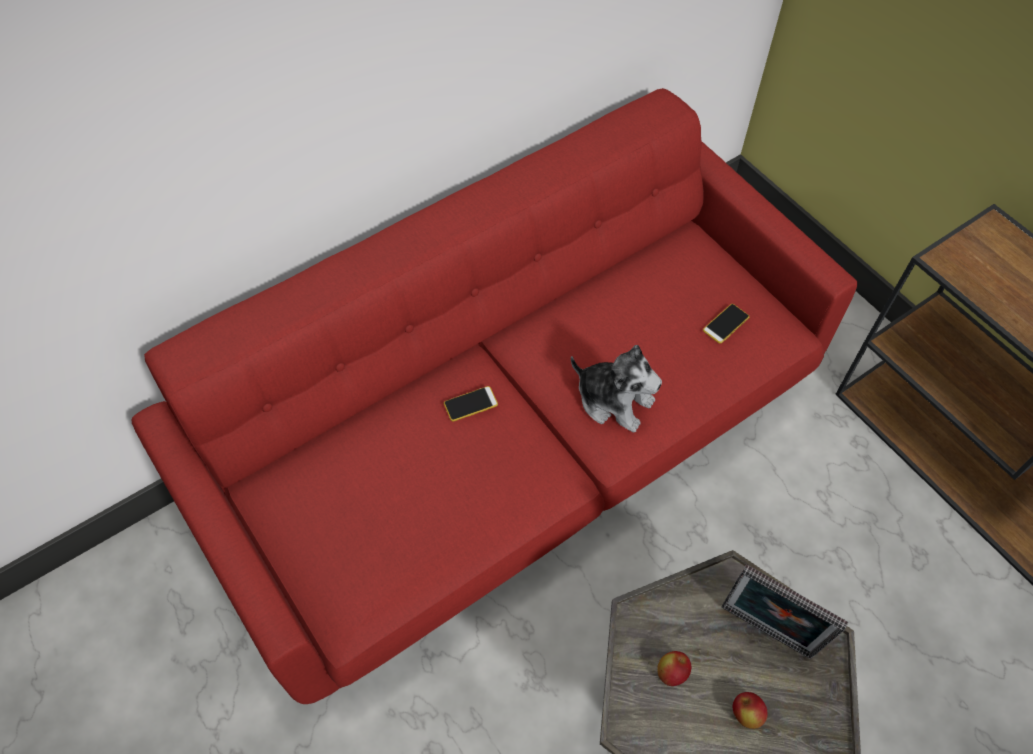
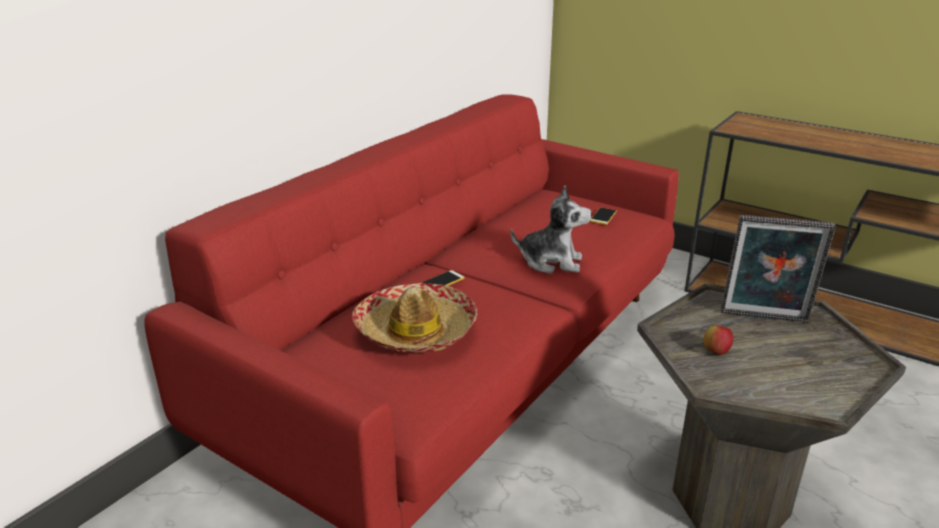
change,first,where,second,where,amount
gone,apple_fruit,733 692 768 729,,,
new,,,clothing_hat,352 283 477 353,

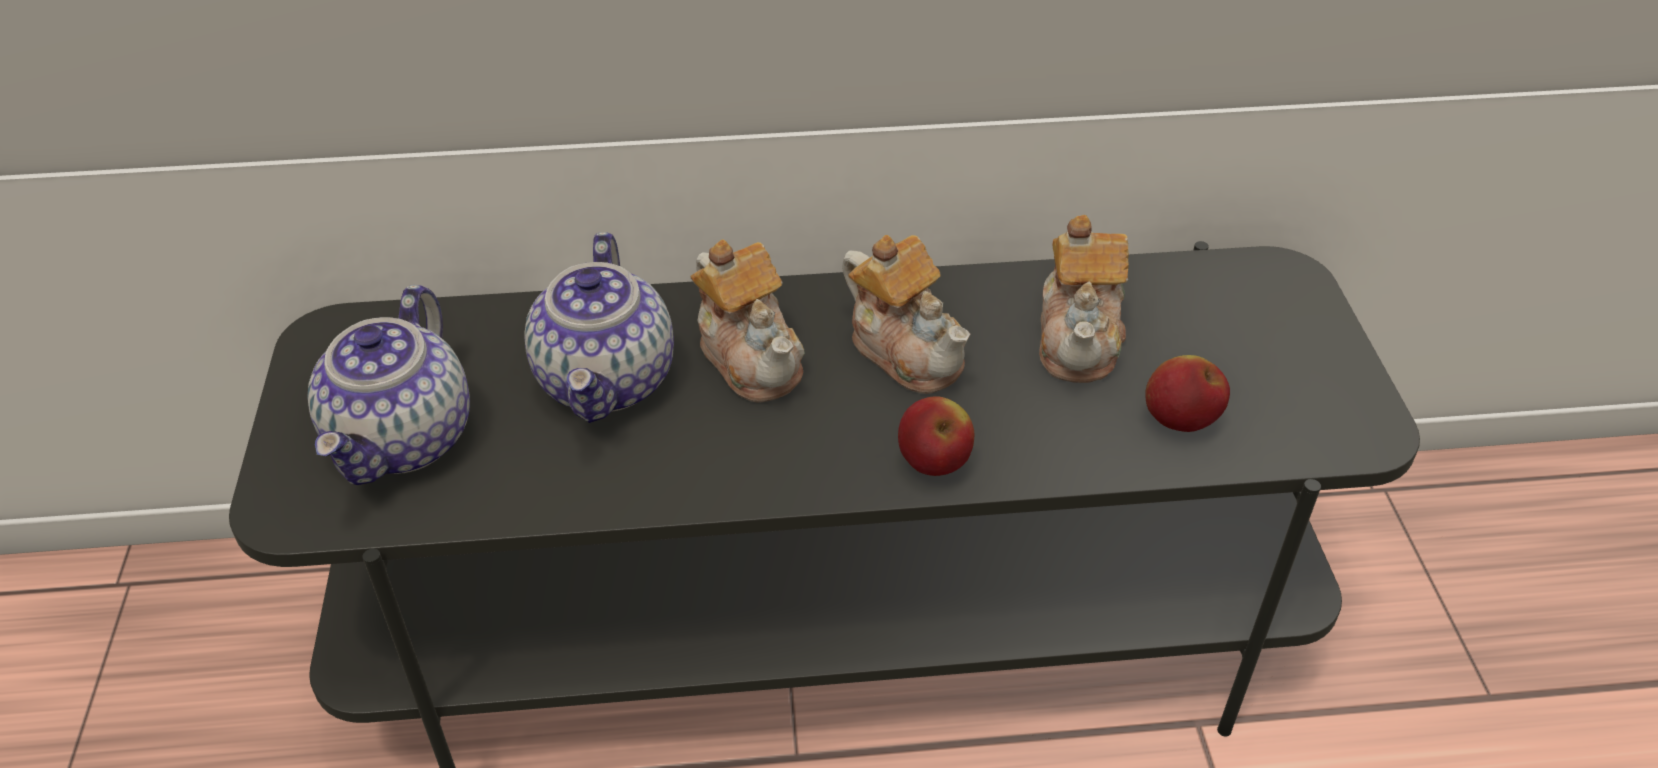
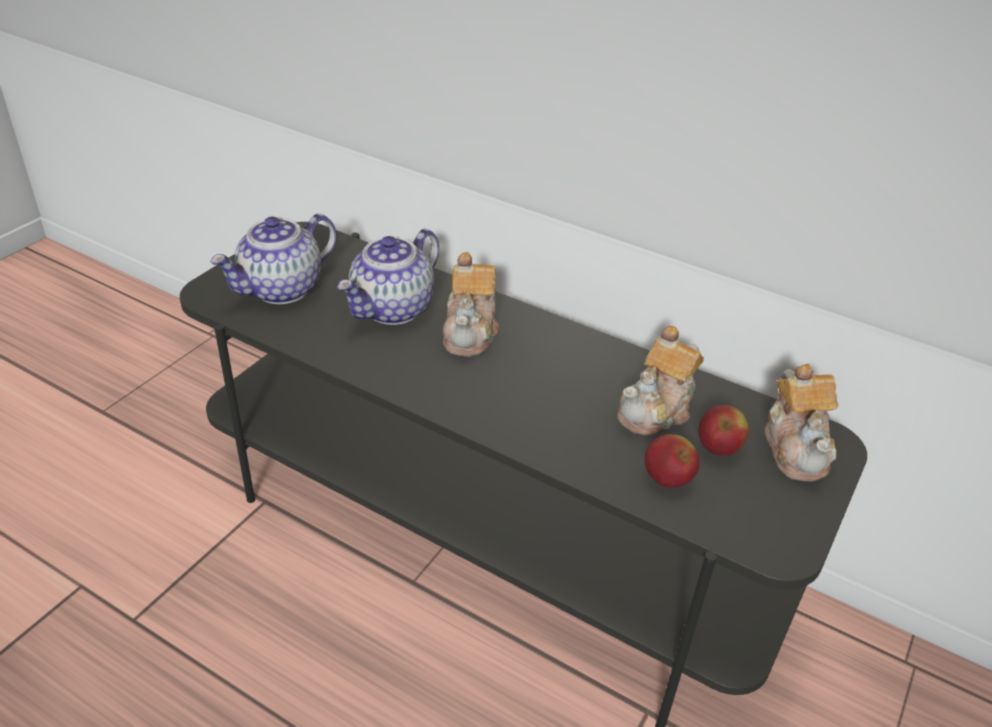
change,first,where,second,where,amount
shifted,tea_pot,842 235 970 394,,764 363 838 481,
shifted,apple_fruit,898 397 974 476,,698 405 749 456,

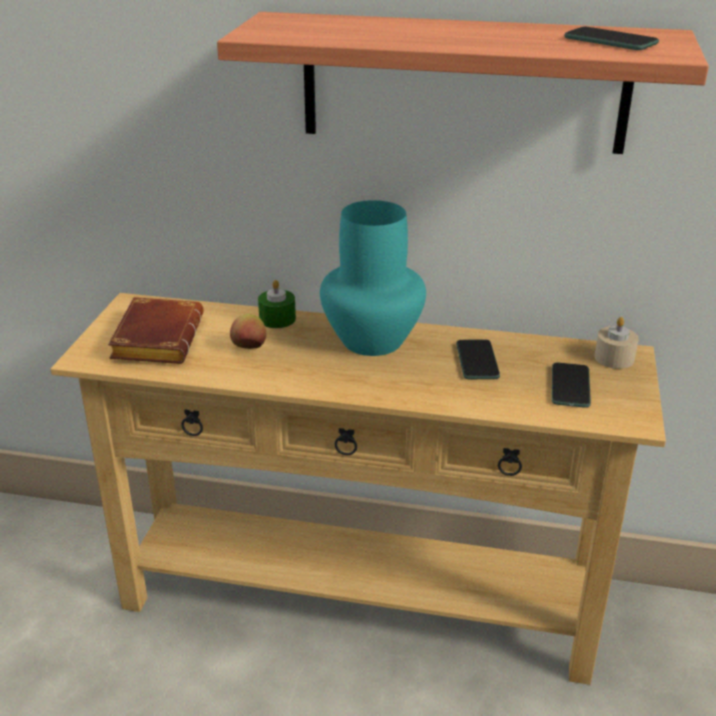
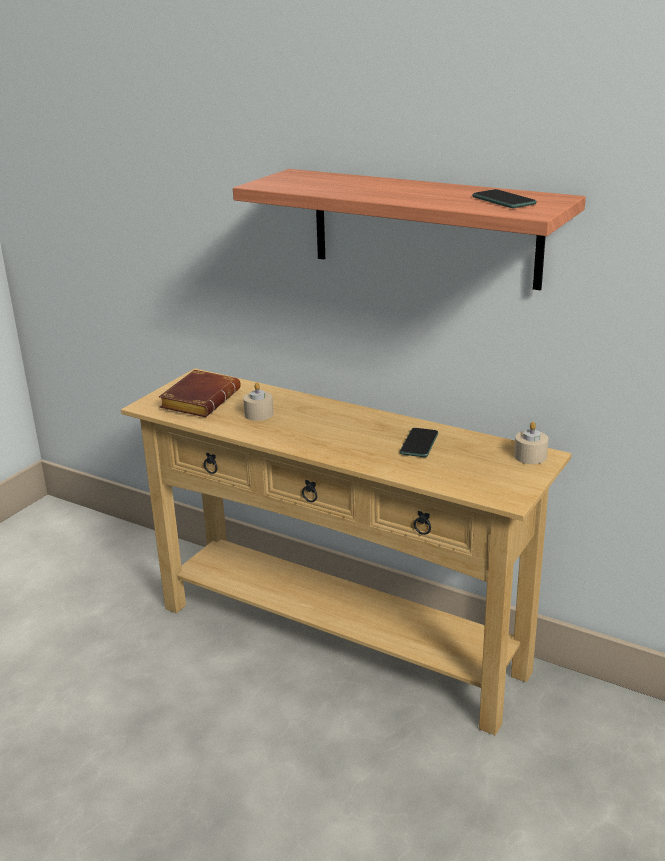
change,first,where,second,where,amount
swapped,apple_fruit,230 314 266 349,beige_wax_candle,243 382 273 421,
gone,green-coloured_wax_candle,258 280 296 328,,,
gone,turquoise-coloured_decorative_vase,320 200 426 356,,,
gone,phone,552 362 591 408,,,

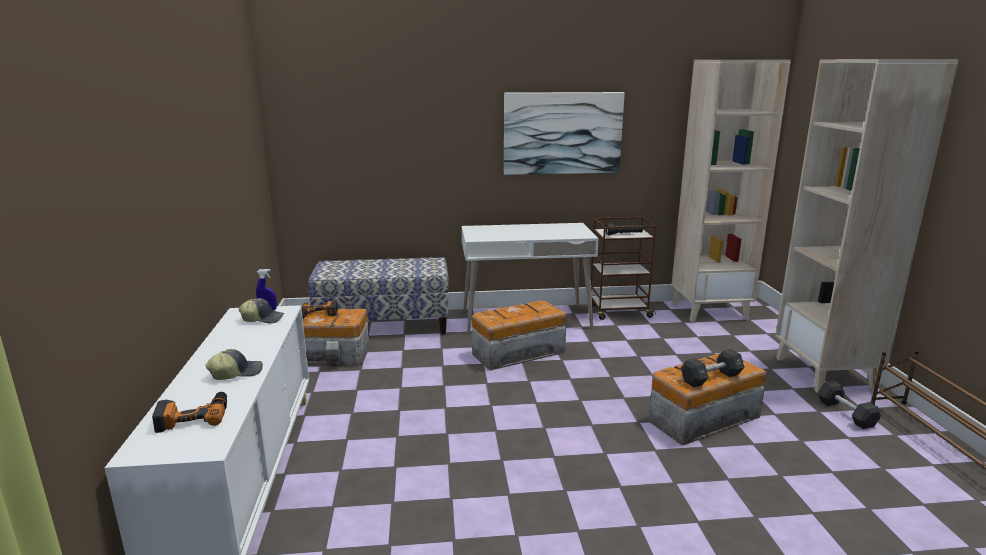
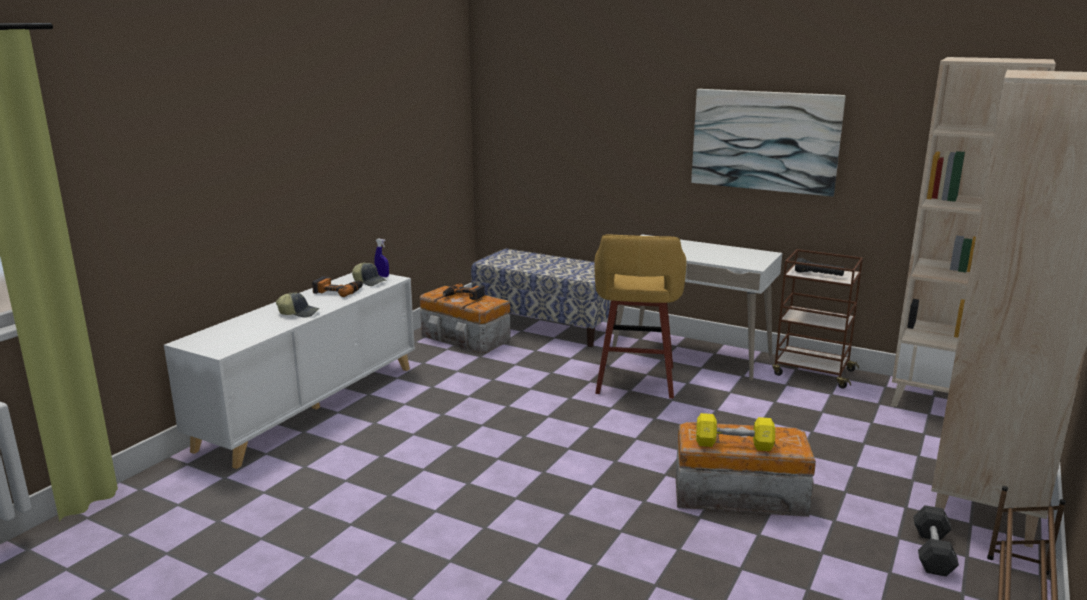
change,first,where,second,where,amount
shifted,drill,152 392 227 433,,312 276 363 297,
swapped,storage_box,472 301 567 371,yellow_stool,594 234 687 399,
repainted,blackish_hand_weight,681 349 745 388,yellow_hand_weight,696 413 775 451,

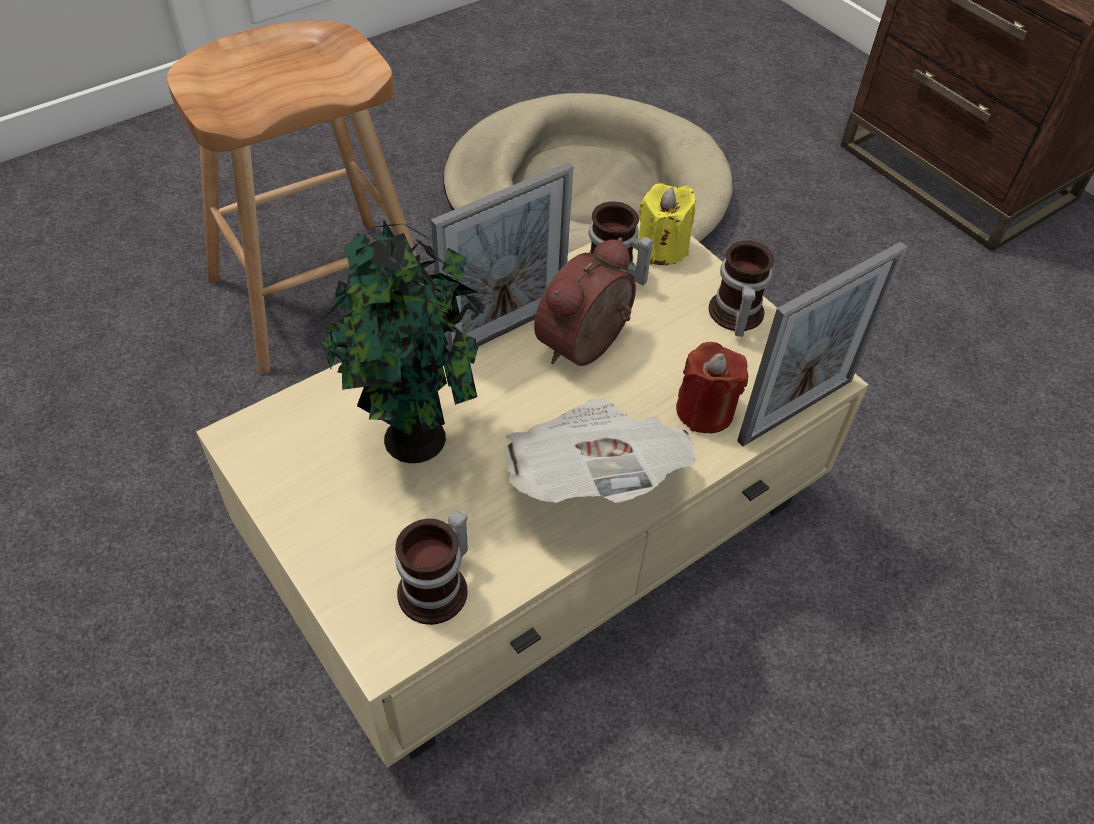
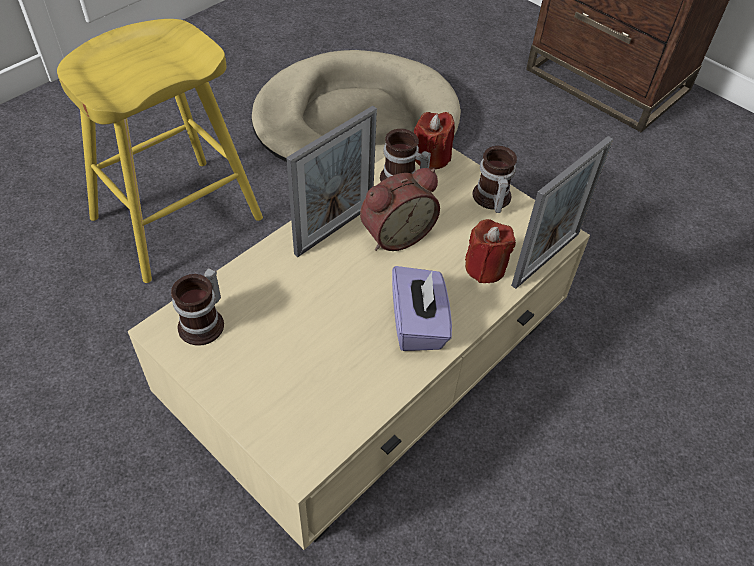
change,first,where,second,where,amount
repainted,brown-coloured_stool,167 20 425 374,yellow_stool,57 19 263 283,
gone,plant_in_a_pot,320 220 486 463,,,
shifted,coffee_mug,395 510 468 625,,171 268 224 346,
swapped,printed_paper,504 399 697 503,purple-coloured_box_of_tissues,392 266 452 351,
rotated,table_clock,534 237 636 366,,360 168 440 251,150 degrees counterclockwise
repainted,yellow_wax_candle,638 183 696 265,reddish_wax_candle,414 112 455 169,

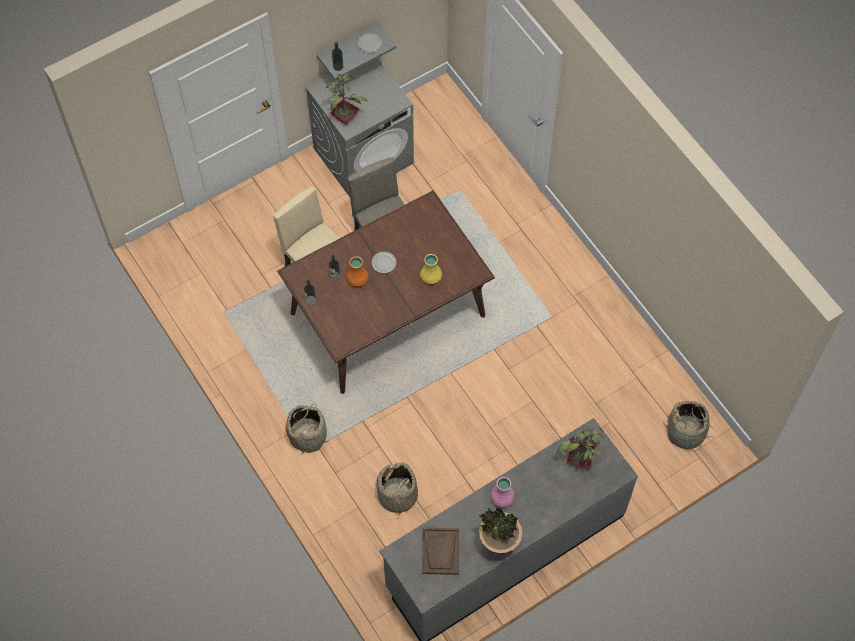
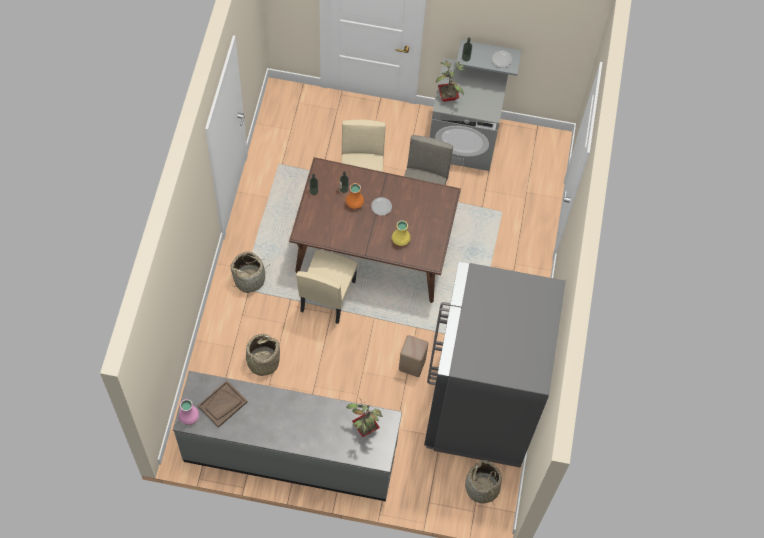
change,first,where,second,where,amount
gone,plant_in_a_pot,479 505 522 553,,,
shifted,pink_decorative_vase,490 477 515 507,,179 399 199 425,
new,,,beige_chair,296 250 358 324,
new,,,beige_stool,399 335 428 377,
new,,,greyish_kitchen_fridge,424 261 566 467,

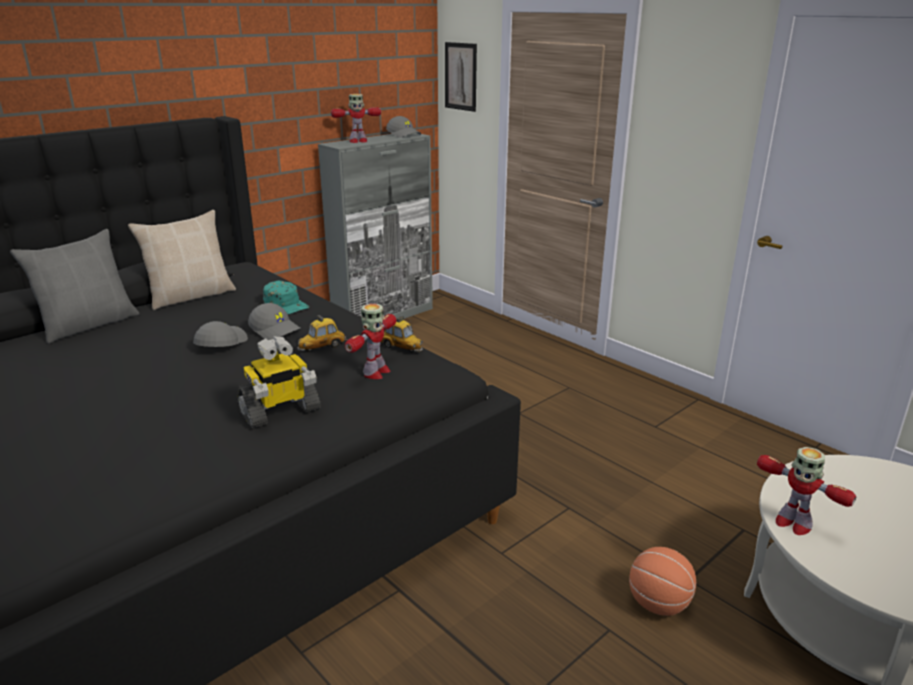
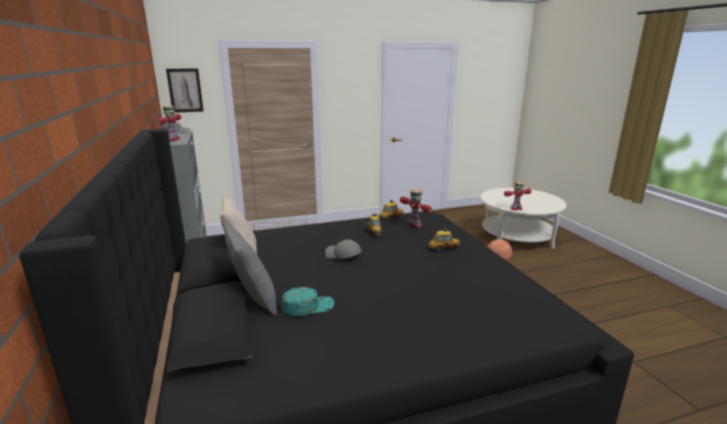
change,first,where,second,where,amount
swapped,robot_figure,237 336 321 428,model_car,428 228 460 251,
gone,greyish_peaked_cap,248 303 301 340,,,
shifted,turquoise-coloured_peaked_cap,263 281 309 314,,282 287 334 316,

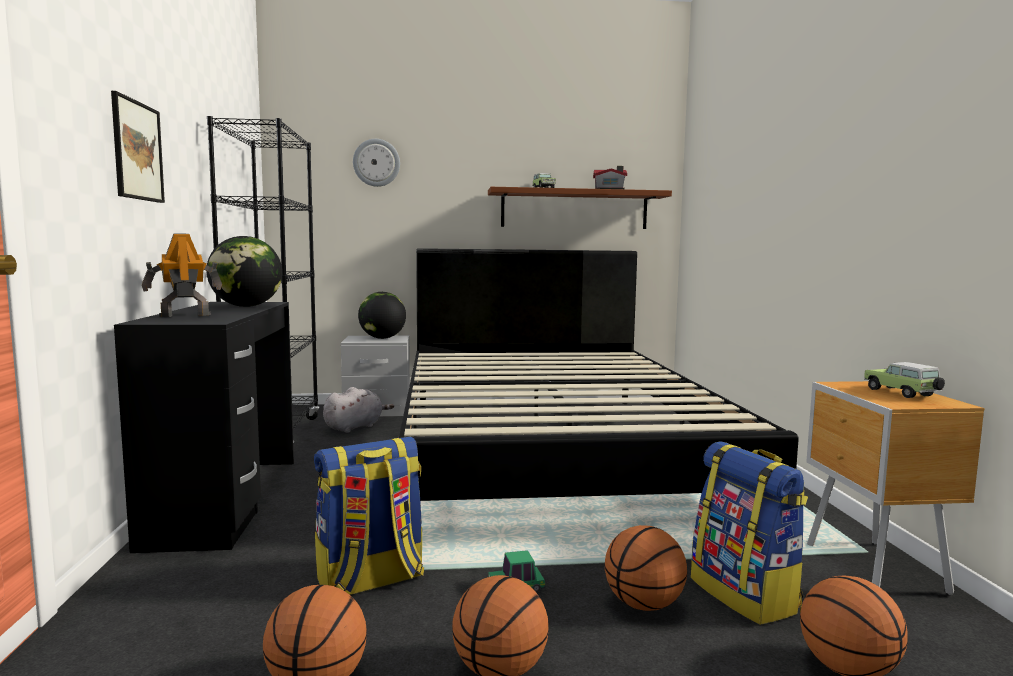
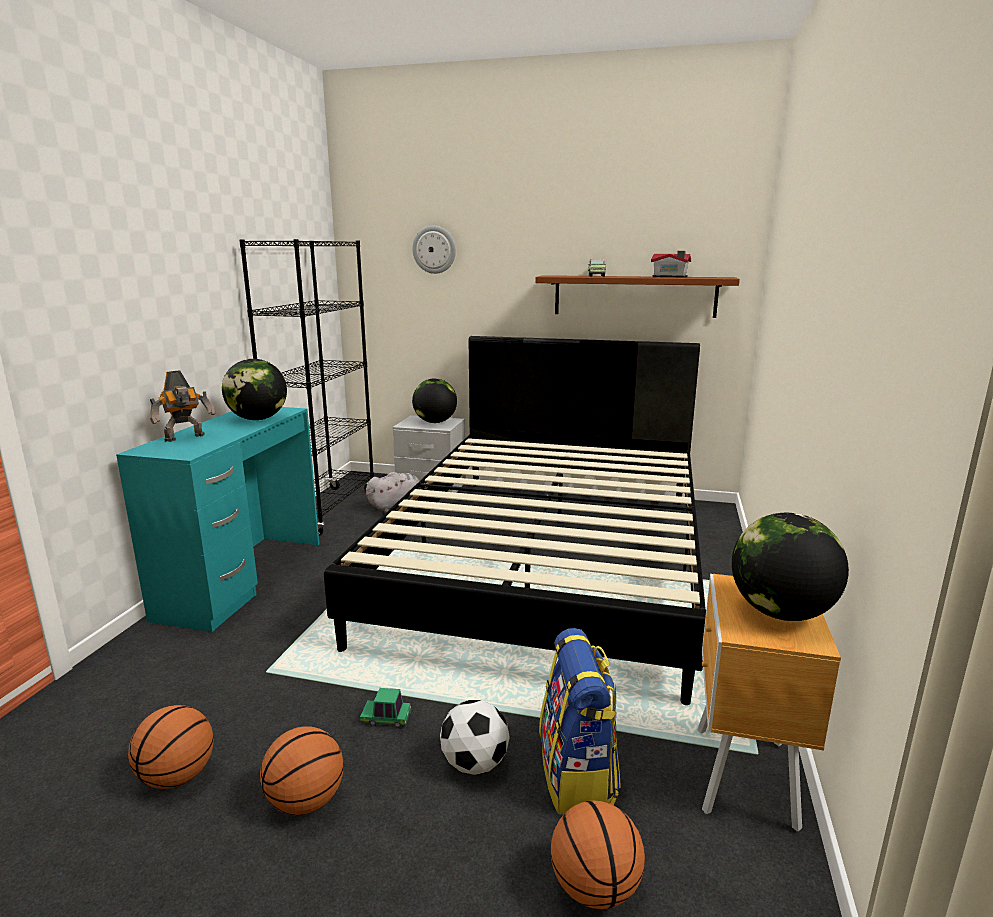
change,first,where,second,where,amount
gone,wall_art,111 91 165 203,,,
repainted,blackish_desk,114 302 294 553,turquoise-coloured_desk,116 407 319 632,
rotated,robot_figure,142 233 222 317,,150 370 215 442,150 degrees clockwise
gone,knapsack,314 436 424 595,,,
swapped,ball_for_basketball,605 525 687 611,football,440 700 510 775,
swapped,model_car,864 362 945 398,desk_globe,732 513 849 621,

